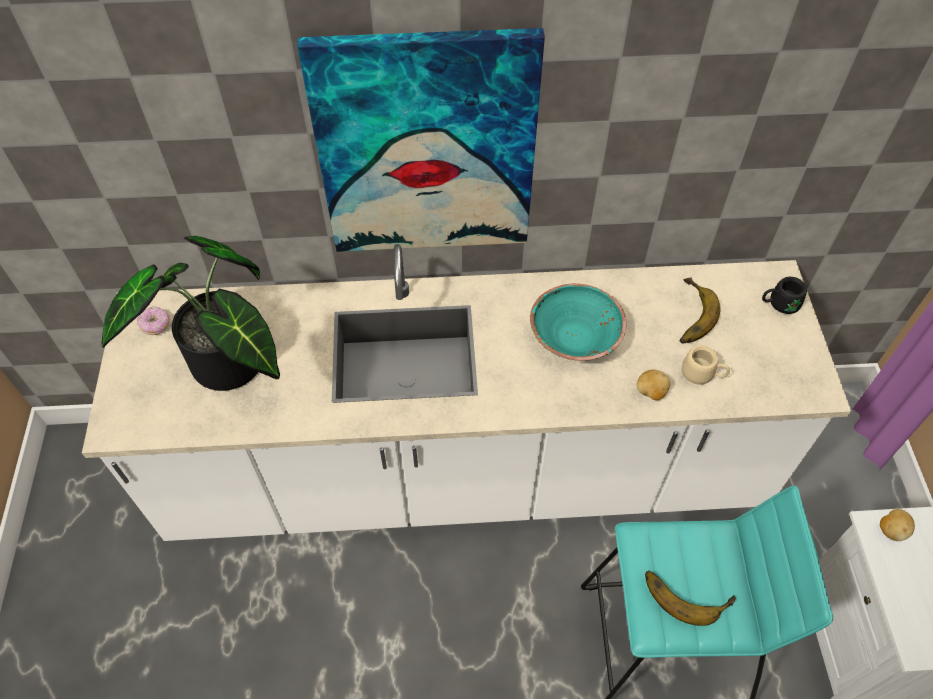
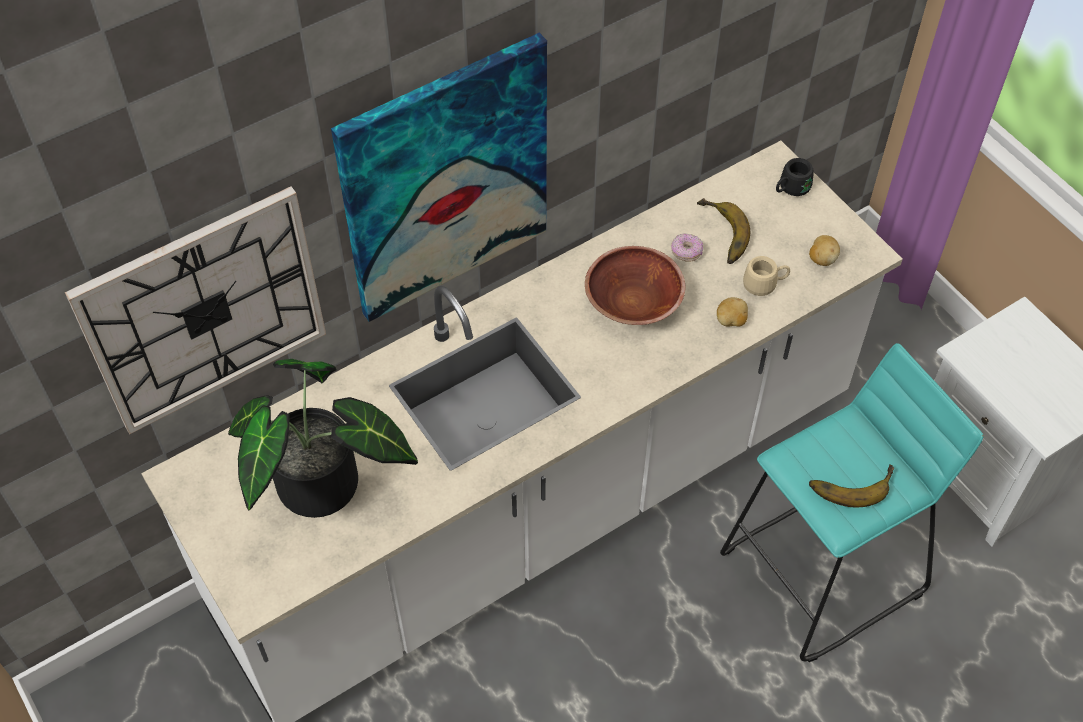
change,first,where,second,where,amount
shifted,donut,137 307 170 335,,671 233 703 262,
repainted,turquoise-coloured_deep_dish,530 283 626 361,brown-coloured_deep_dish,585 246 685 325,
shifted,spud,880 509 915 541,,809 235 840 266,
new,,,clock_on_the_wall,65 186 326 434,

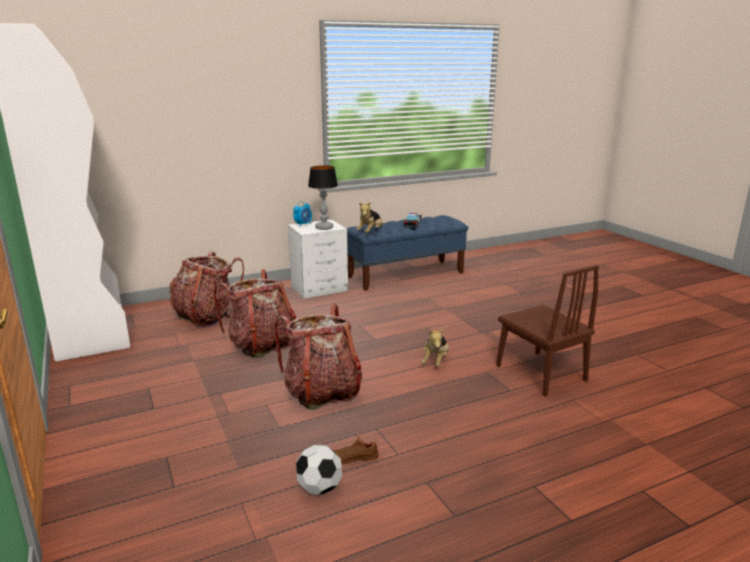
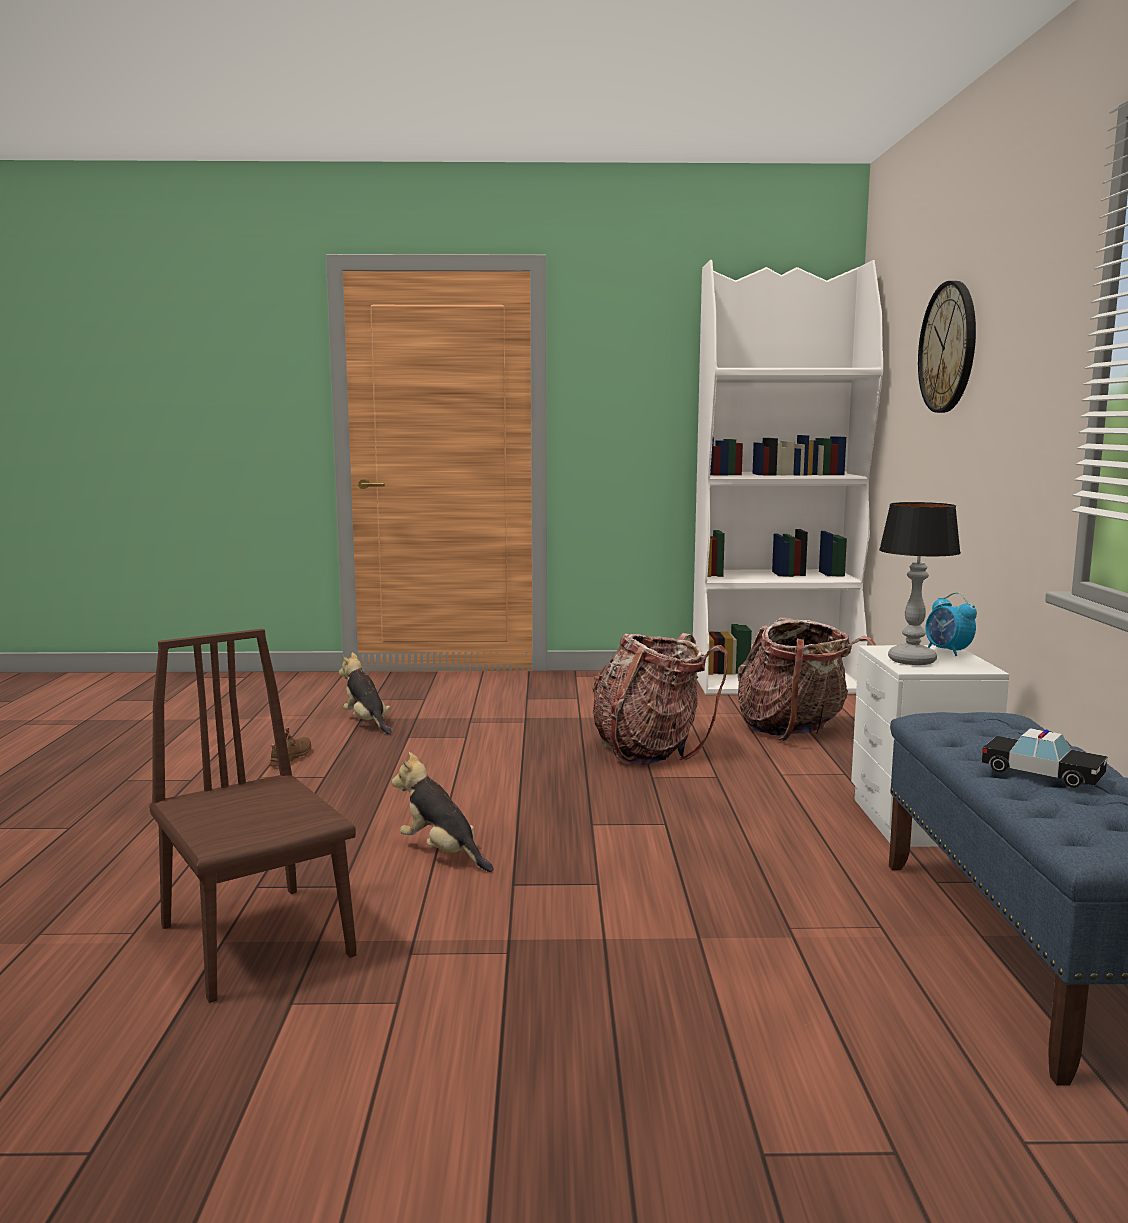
change,first,where,second,where,amount
gone,knapsack,274 304 363 410,,,
gone,football,296 445 342 495,,,
shifted,soft_toy,356 202 383 233,,339 652 392 734,
rotated,brown-coloured_chair,496 265 599 397,,149 629 357 1003,60 degrees clockwise
new,,,clock_on_the_wall,918 281 976 413,

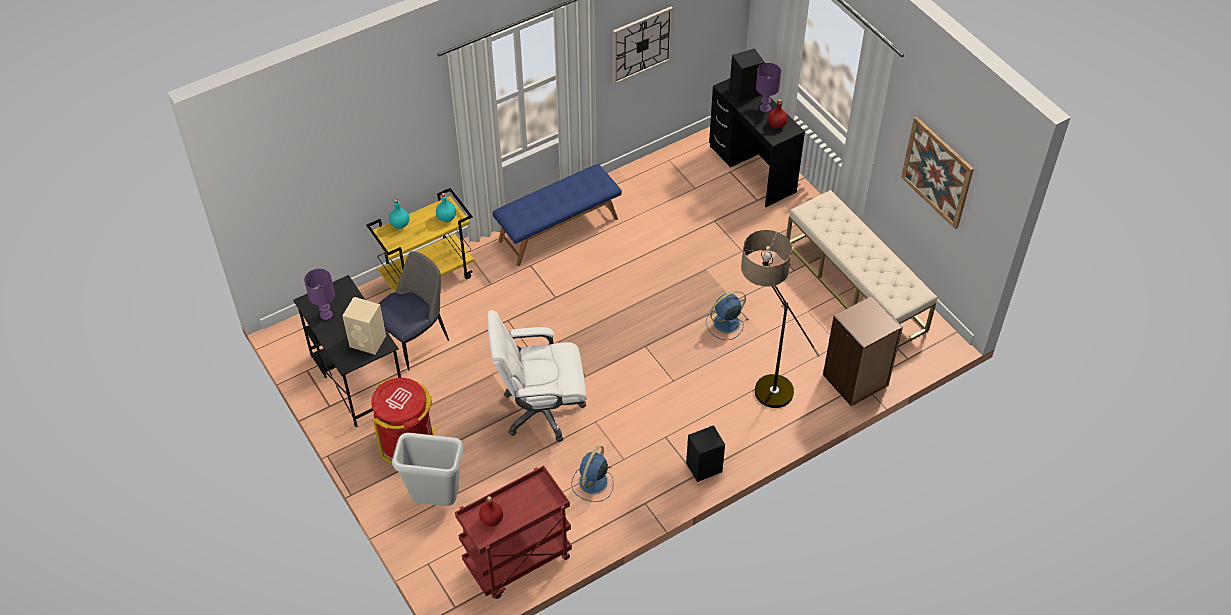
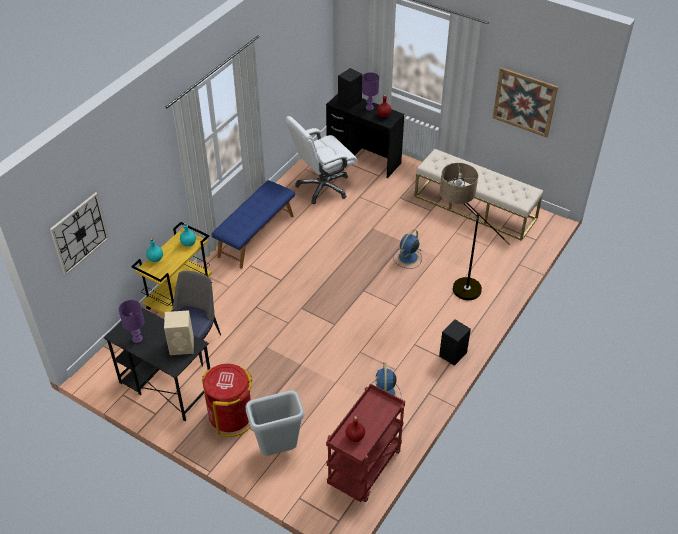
change,first,where,second,where,amount
shifted,white_computer_chair,487 310 587 442,,286 116 358 204,
shifted,clock_on_the_wall,613 6 673 85,,50 192 109 275,
gone,brown-coloured_bookcase,823 295 903 406,,,

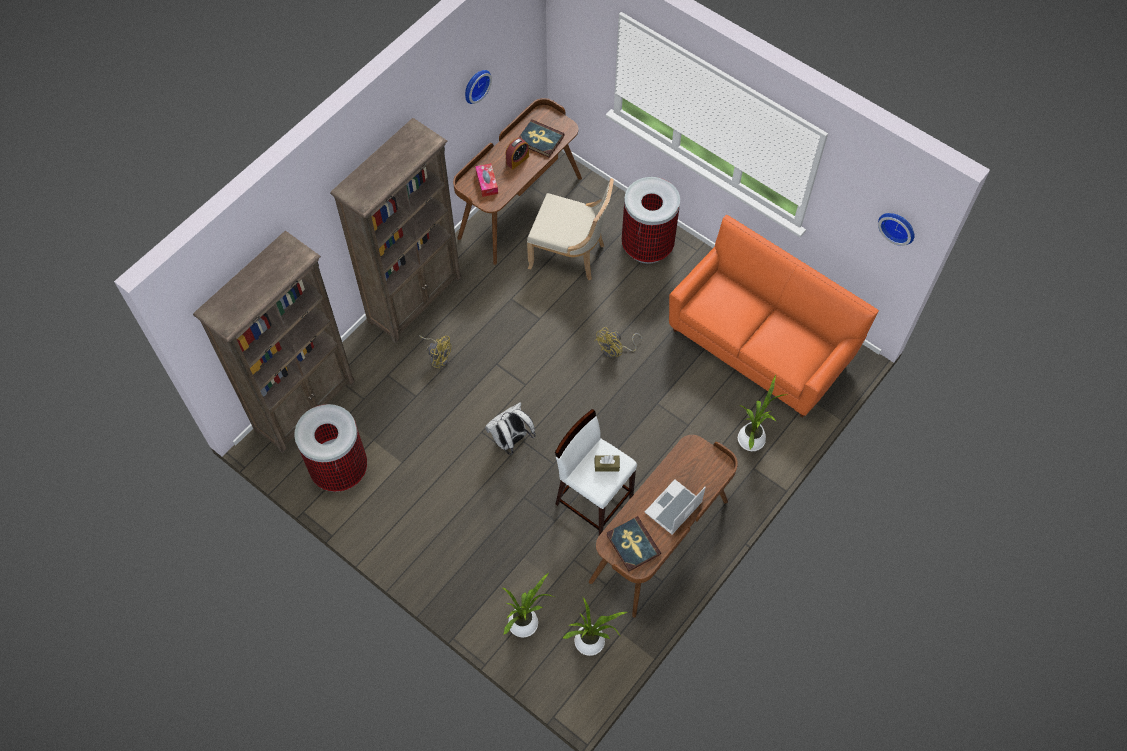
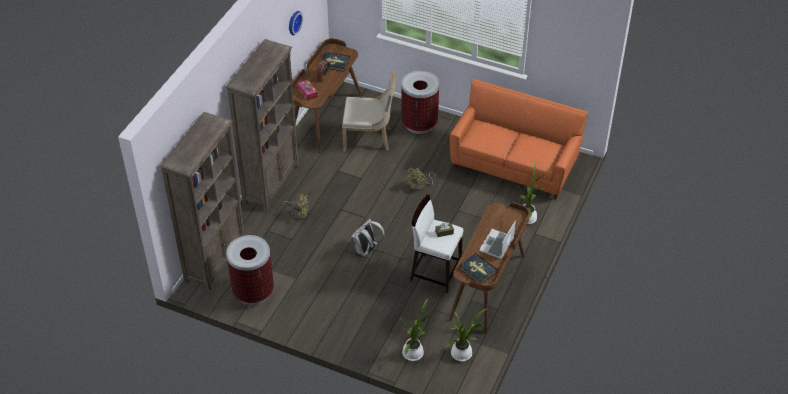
change,first,where,second,where,amount
gone,clock_on_the_wall,878 213 914 246,,,

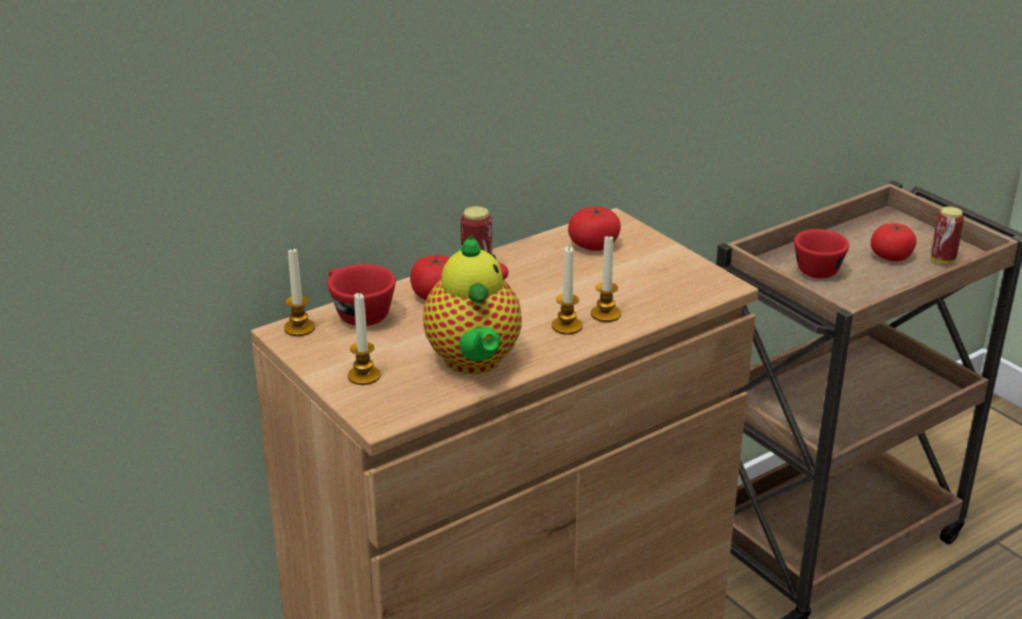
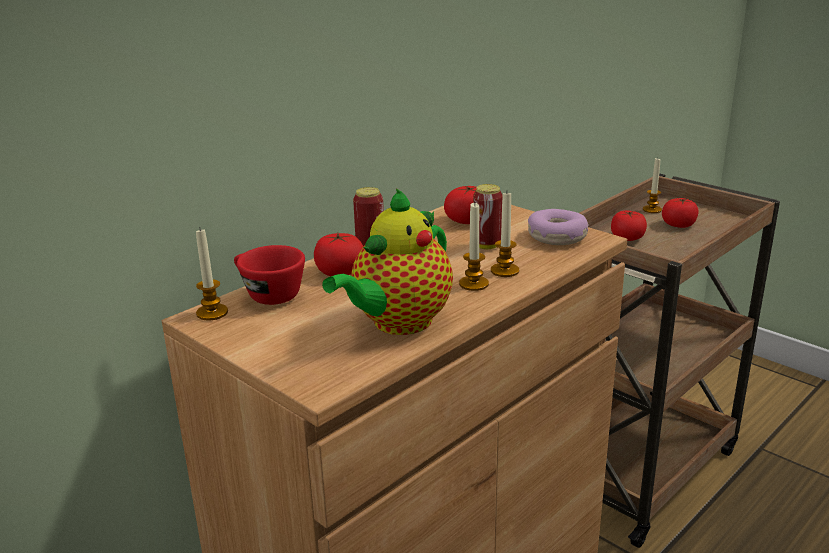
change,first,where,second,where,amount
shifted,wax_candle,348 293 380 385,,643 158 662 213,
rotated,tea_pot,423 235 522 374,,322 189 453 335,60 degrees clockwise
swapped,reddish_small_cup,794 229 849 278,tomato,611 211 647 241,
shifted,can,930 207 964 264,,473 184 503 249,
new,,,donut,528 209 589 245,

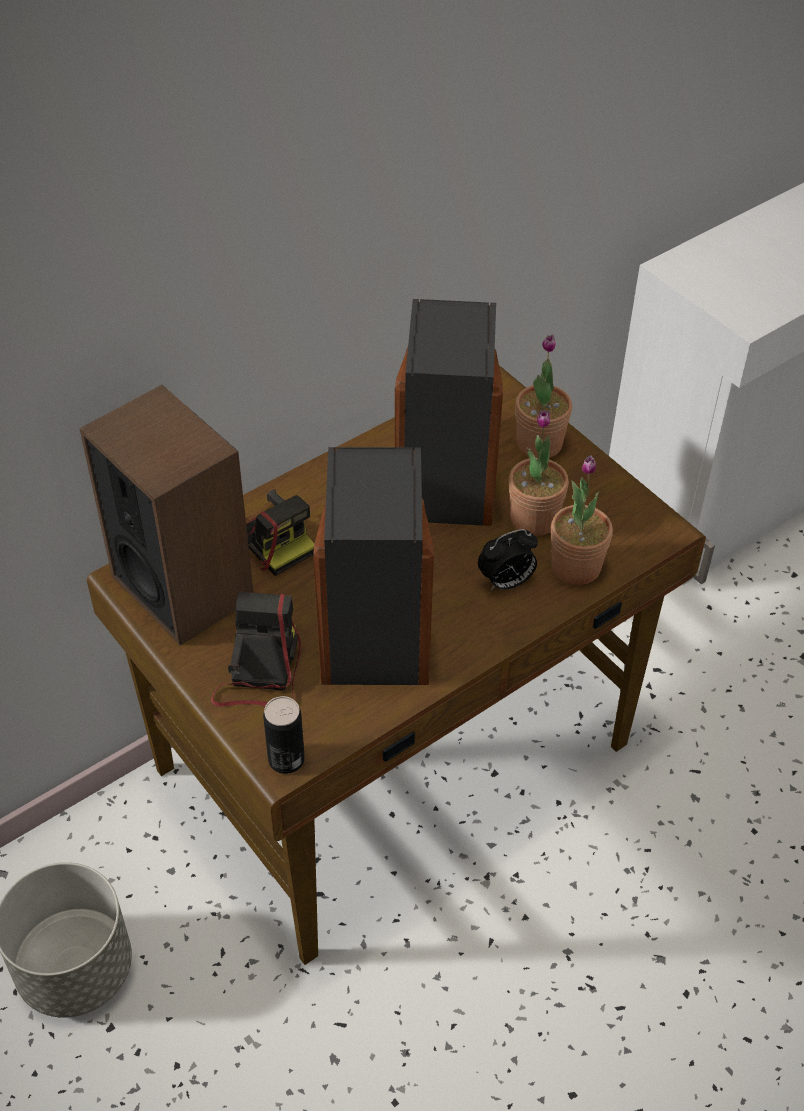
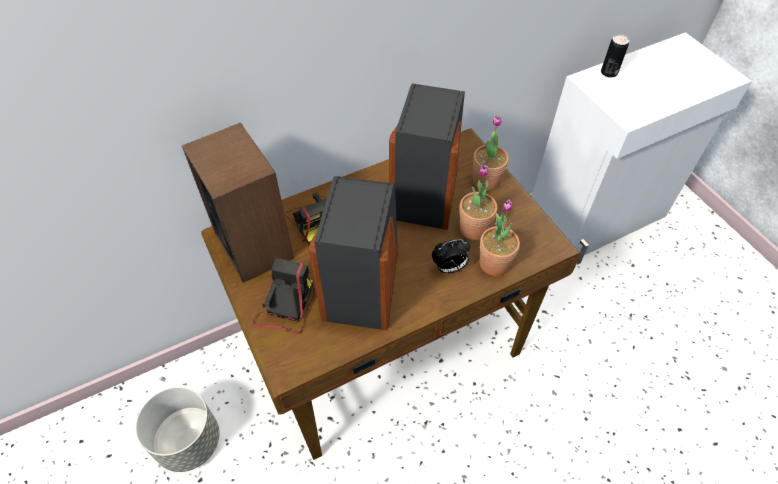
change,first,where,second,where,amount
shifted,can,263 696 305 774,,601 34 629 77,

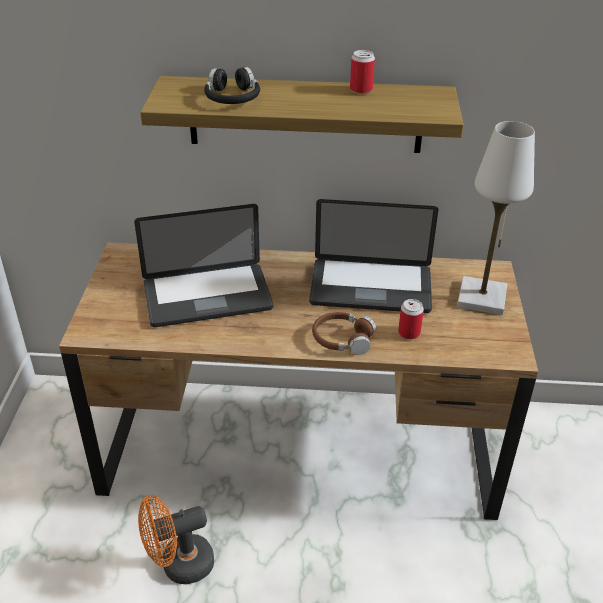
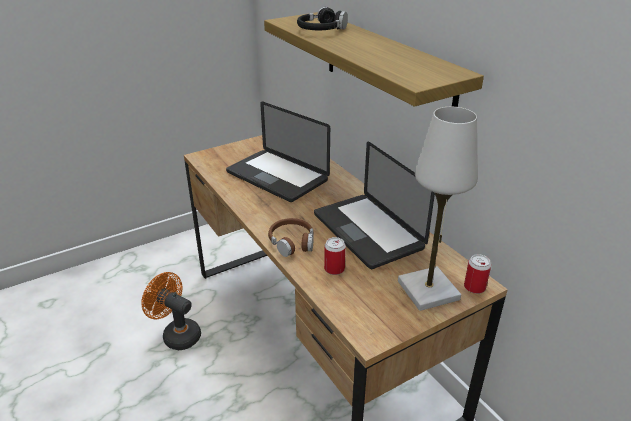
change,first,where,second,where,amount
shifted,can,350 50 375 94,,464 254 491 294,

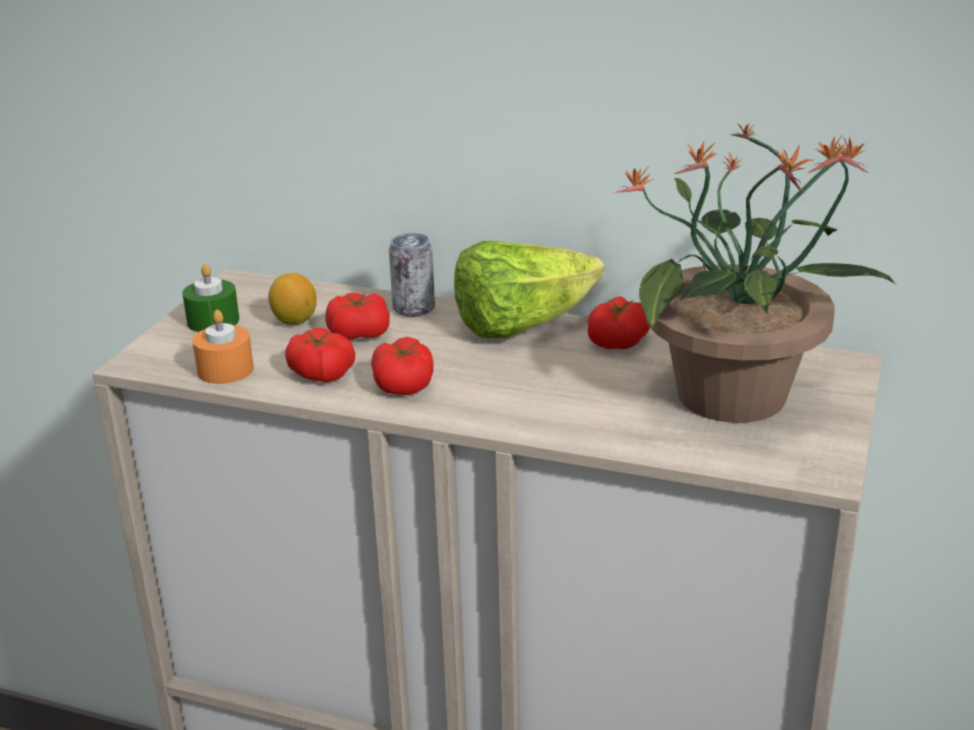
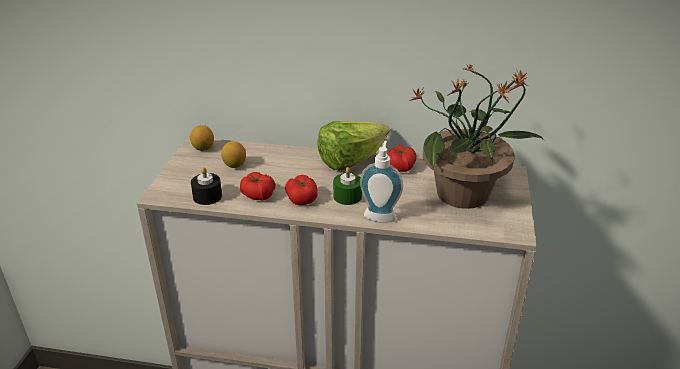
change,first,where,second,where,amount
shifted,green-coloured_wax_candle,182 264 239 332,,333 167 362 205,
repainted,orange_wax_candle,192 310 254 384,blackish_wax_candle,191 167 222 205,
gone,tomato,325 293 390 340,,,
gone,can,389 233 435 317,,,
new,,,whole_lemon,190 125 214 151,
new,,,soap_bottle,360 141 403 223,

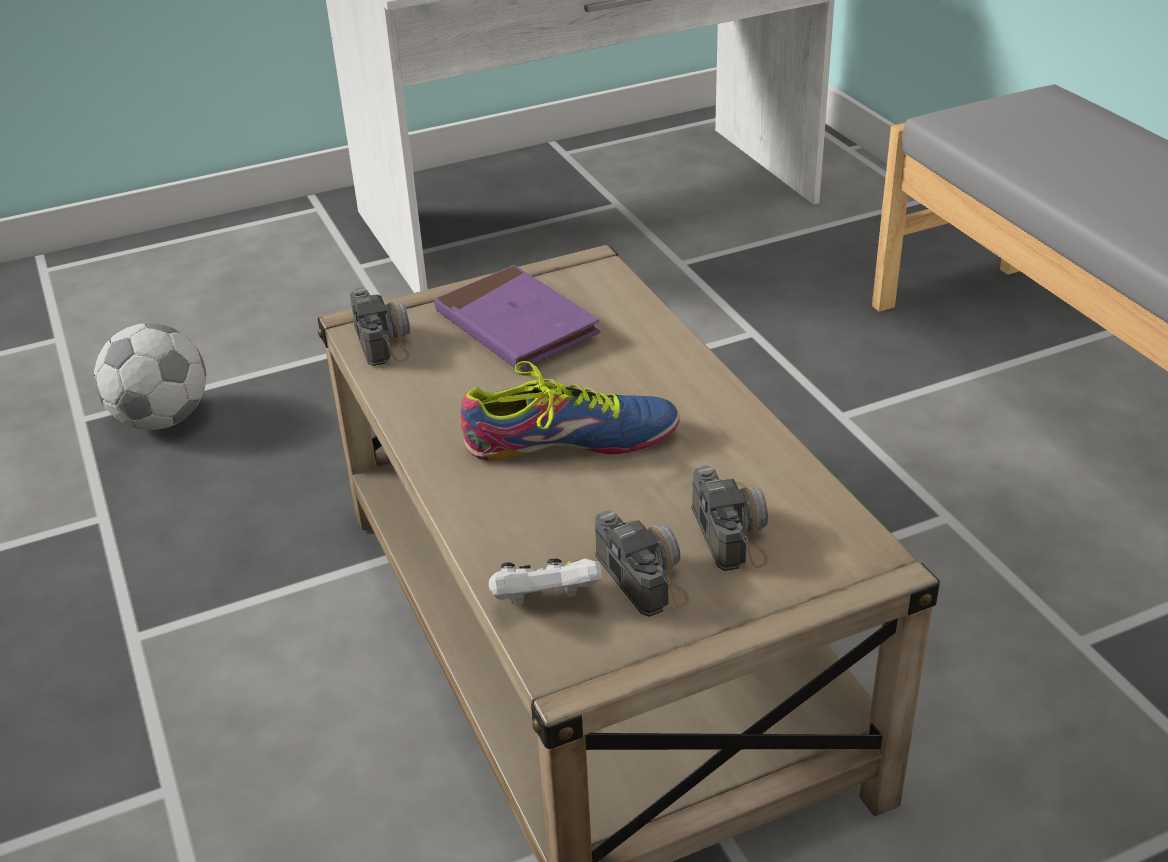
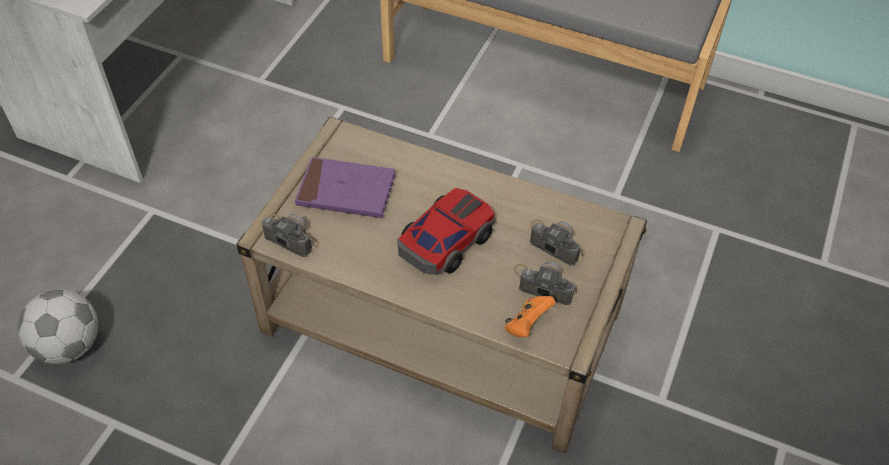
change,first,where,second,where,amount
swapped,low_shoe,461 361 679 461,model_car,397 188 496 275,
repainted,white_gamepad,489 559 602 605,orange_gamepad,505 296 556 337,

